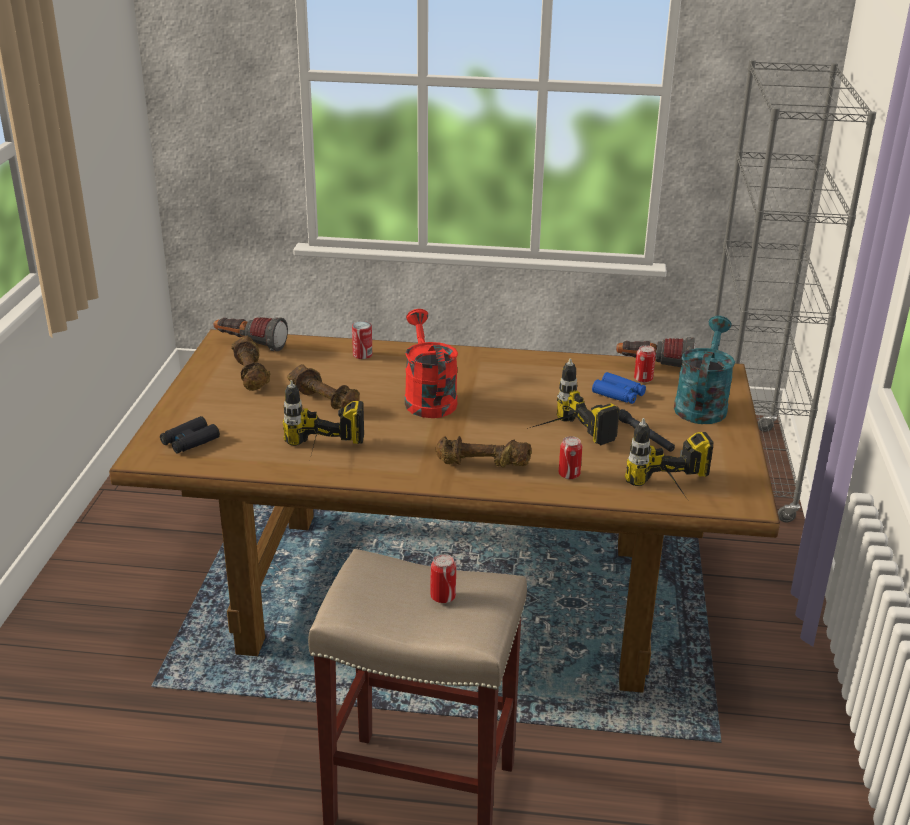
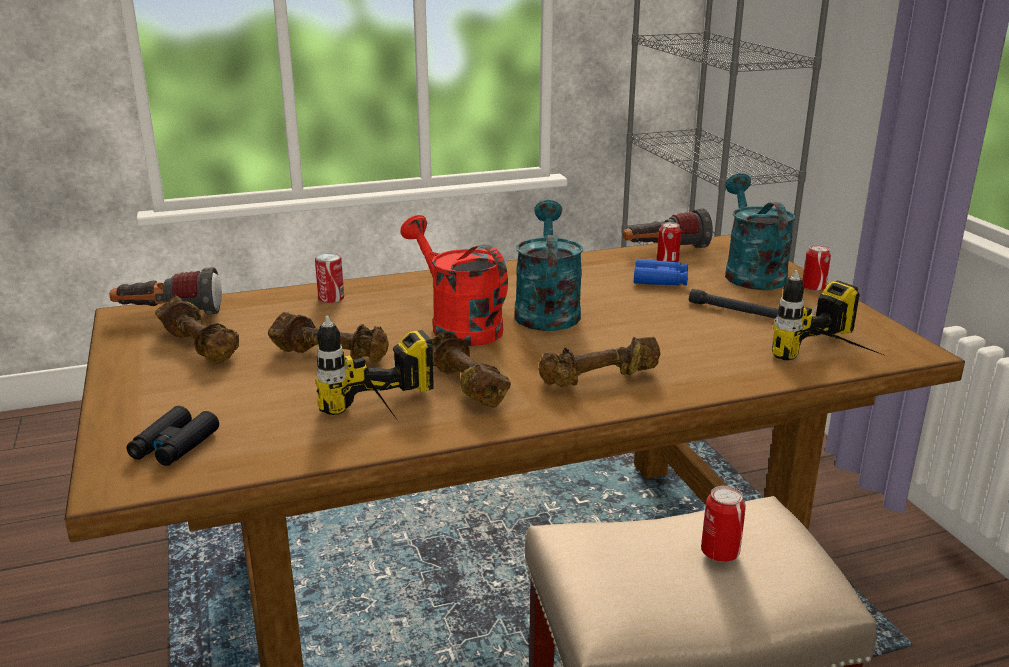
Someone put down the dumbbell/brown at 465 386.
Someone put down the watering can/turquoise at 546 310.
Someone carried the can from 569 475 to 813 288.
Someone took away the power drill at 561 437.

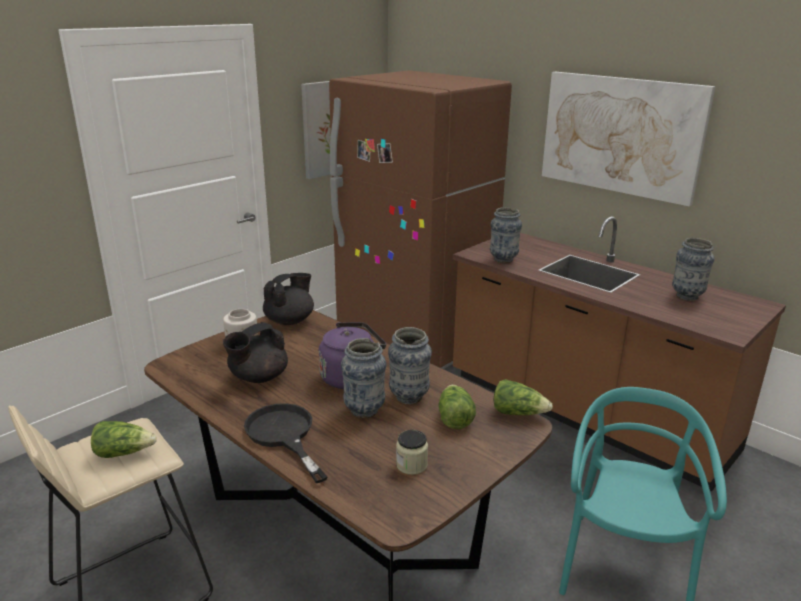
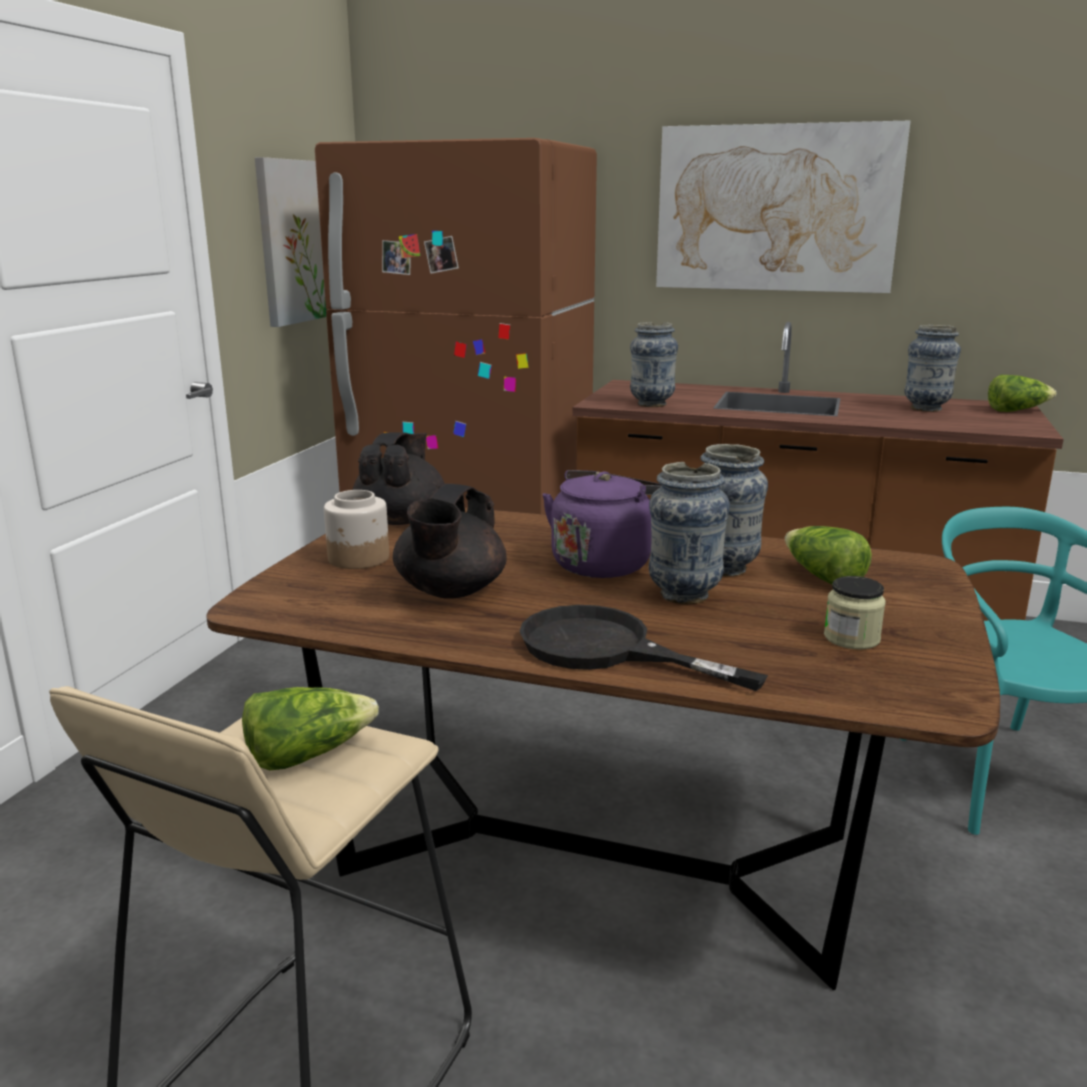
Someone carried the lettuce from 518 413 to 1016 411.

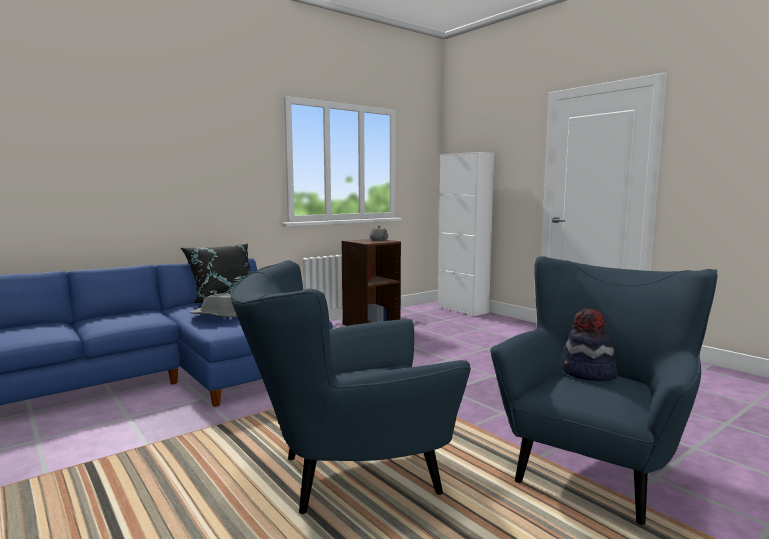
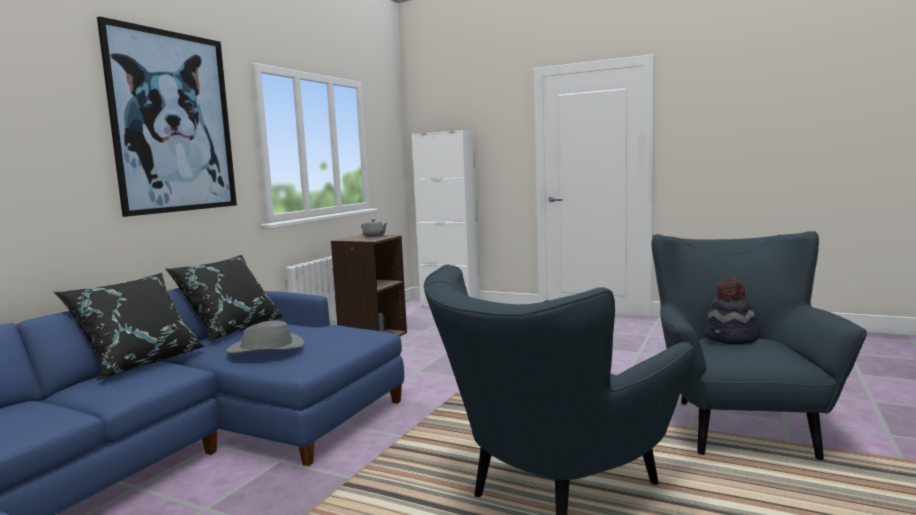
Someone put down the pillow/black at 140 363.
Someone put up the picture at 173 122.

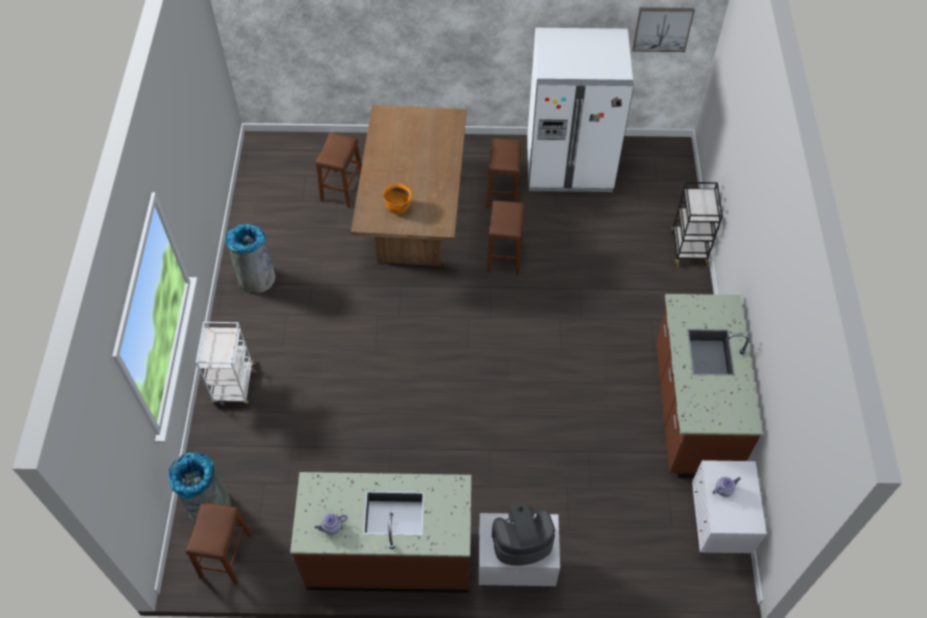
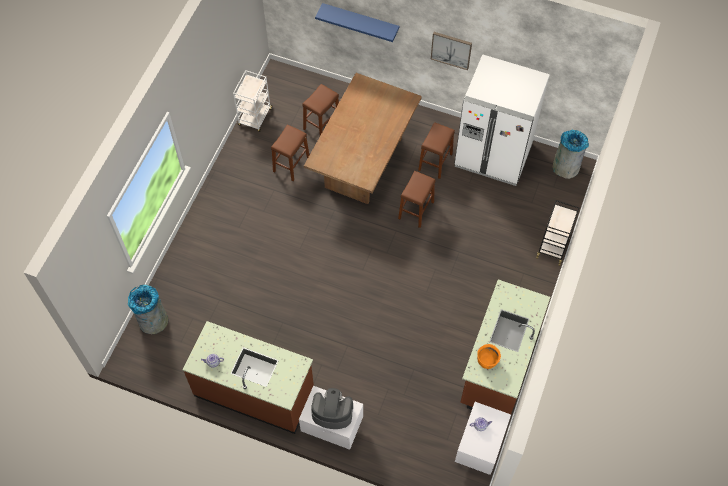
Someone carried the cart/white from 234 385 to 255 118.
Someone carried the stool/brown from 226 555 to 291 164.
Someone put up the shelf/blue at 360 20.
Someone carried the picture from 662 28 to 451 50.
Someone carried the cooking pot/orange from 398 207 to 487 361.
Someone carried the trash can/grey from 257 279 to 566 168.

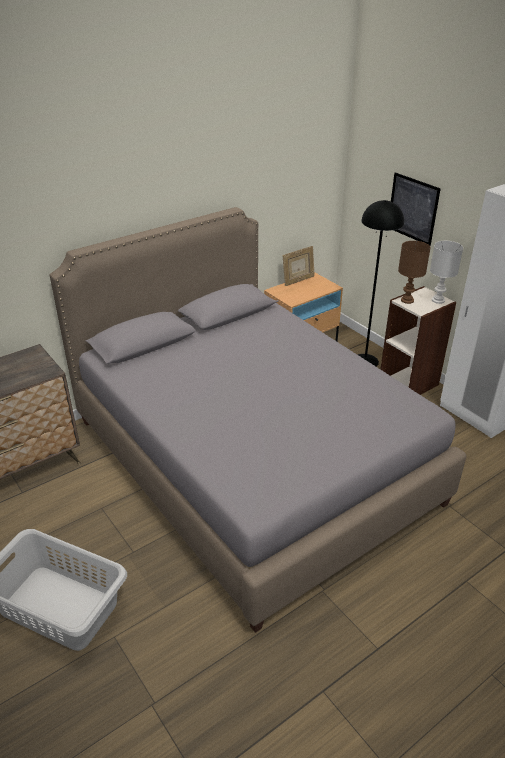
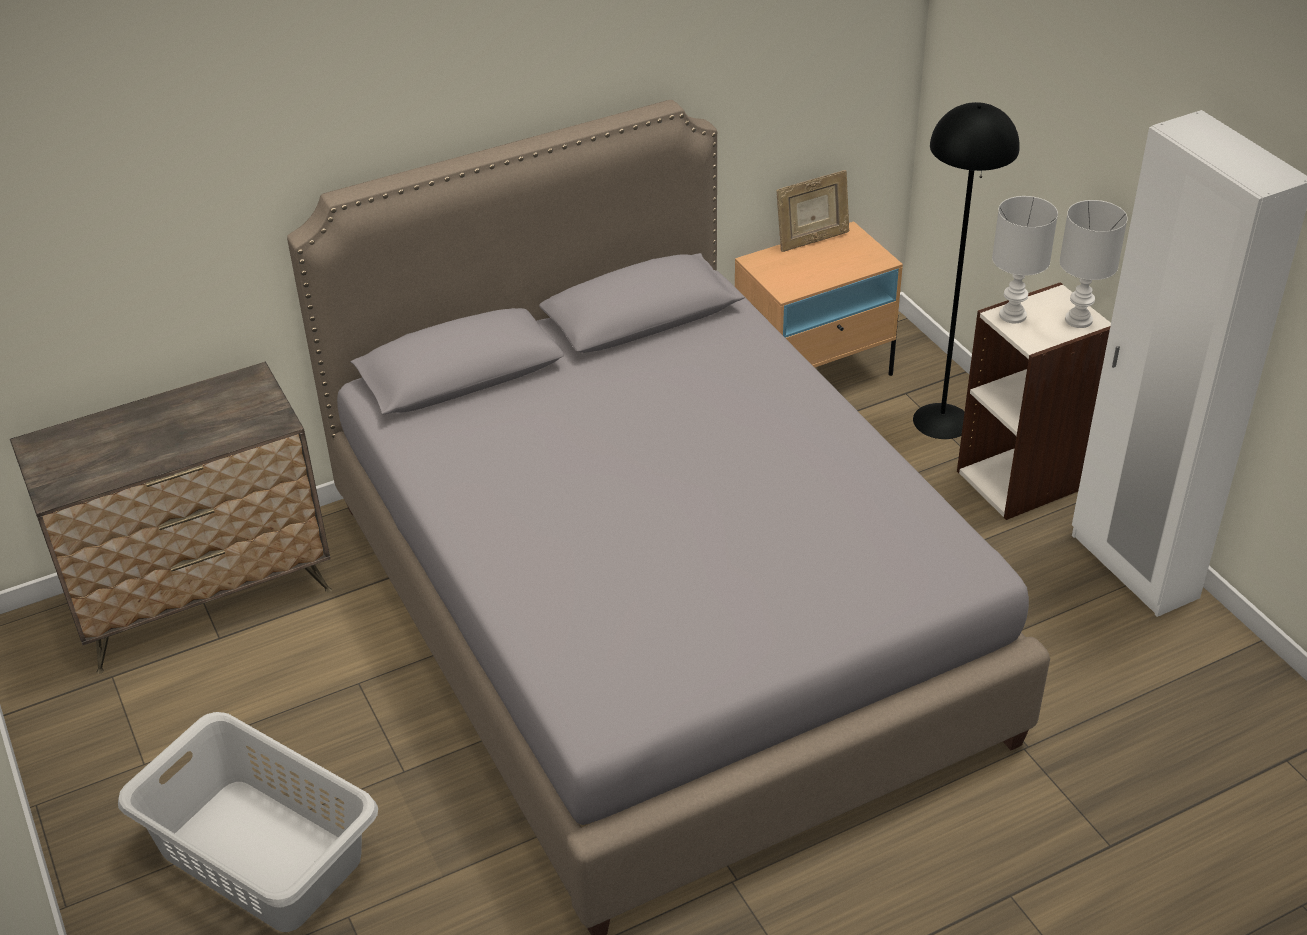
Someone repainted the table lamp/brown at 407 300, which became the table lamp/white at 1013 316.
Someone took away the picture at 413 208.

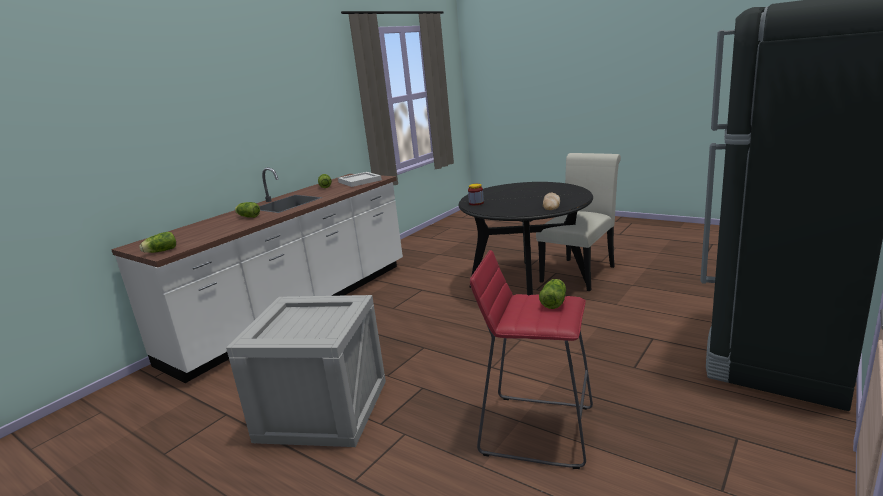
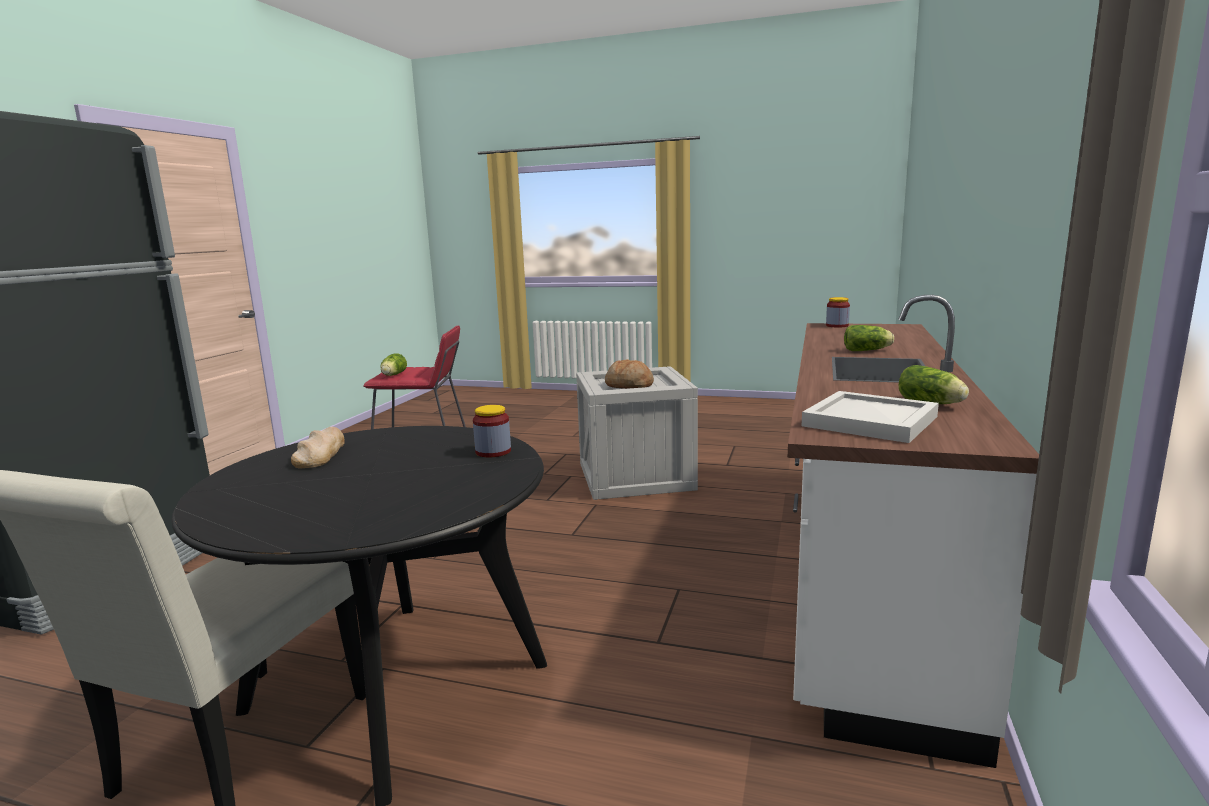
Someone put down the bread at 629 385.
Someone swapped the lettuce at 160 251 for the jar at 837 325.

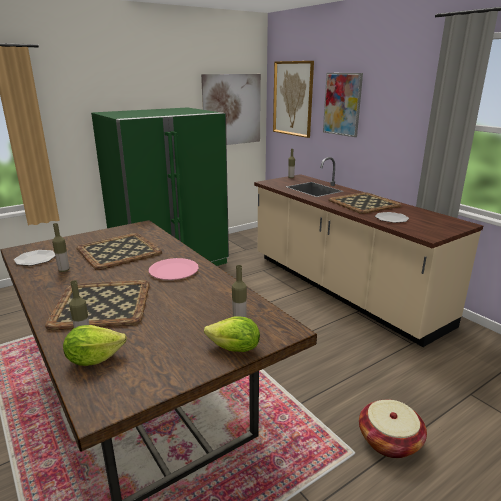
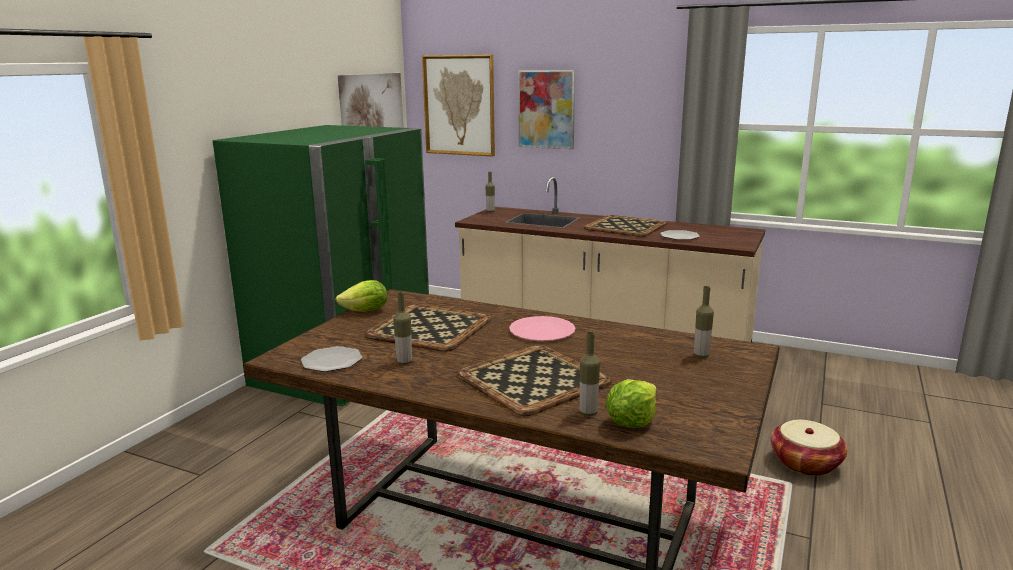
Someone carried the lettuce from 235 349 to 366 311.

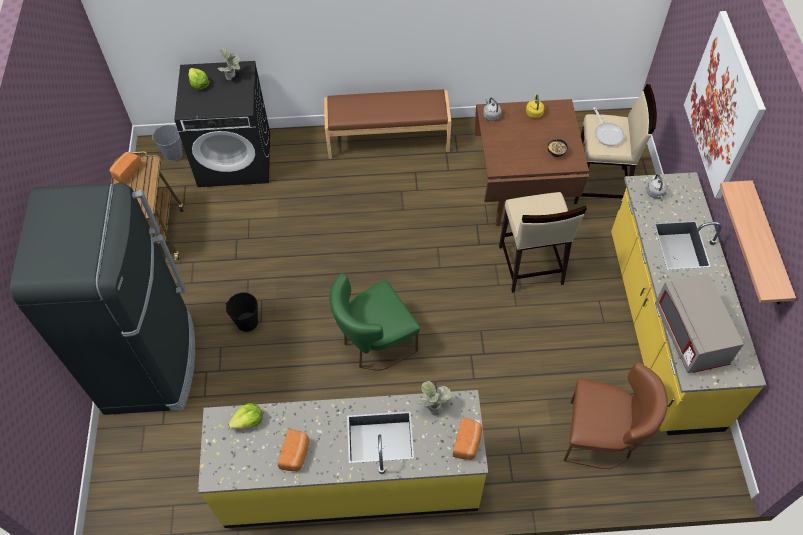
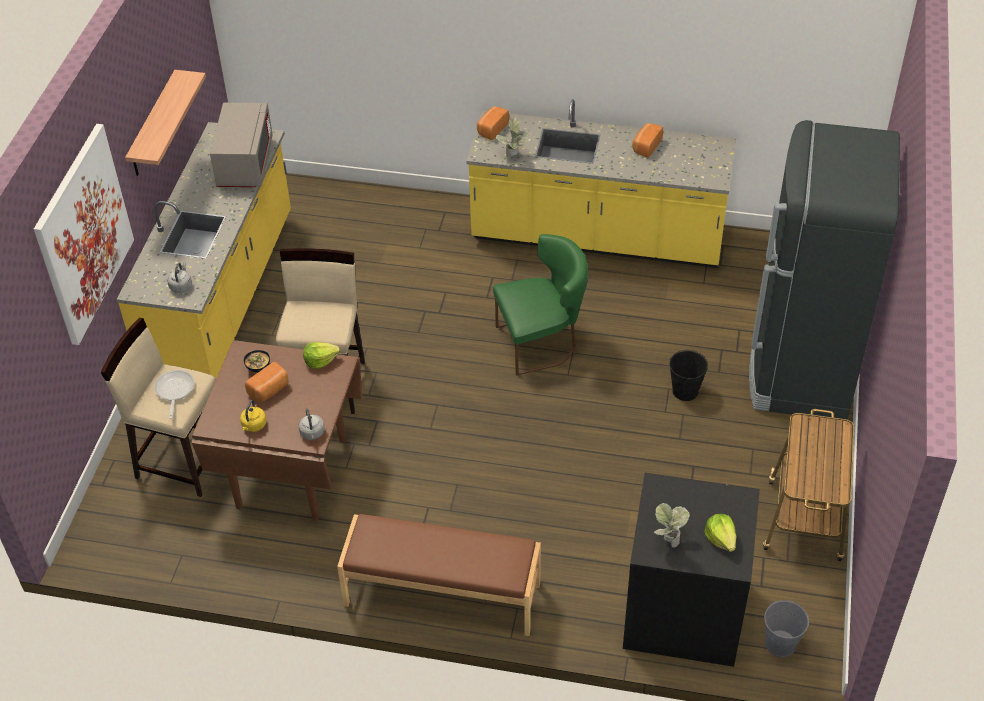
Someone carried the bread from 126 171 to 270 390.
Someone carried the lettuce from 248 421 to 320 360.
Someone took away the chair/brown at 602 437.

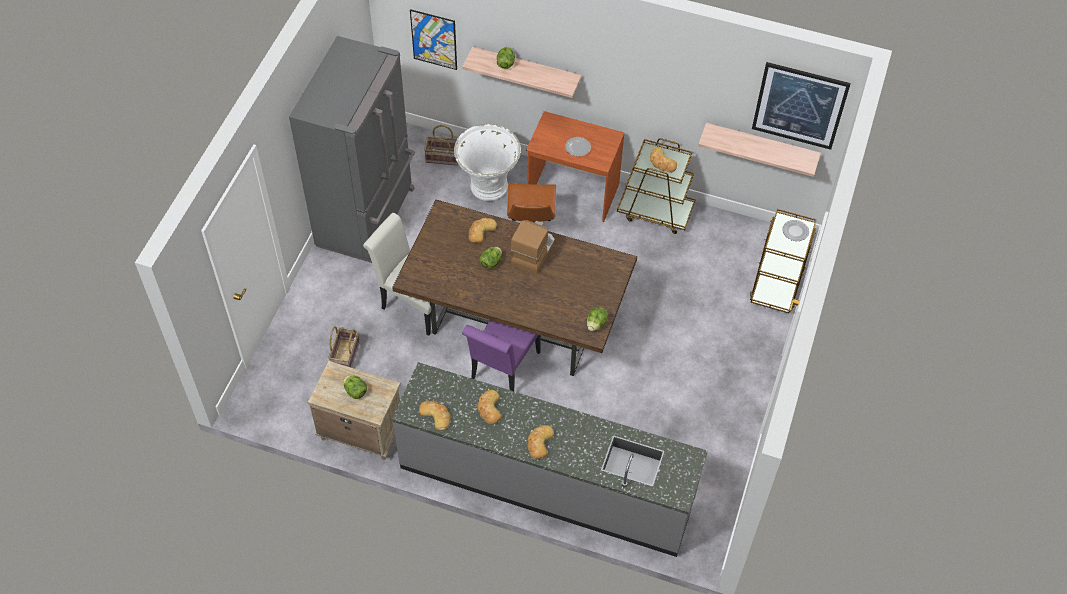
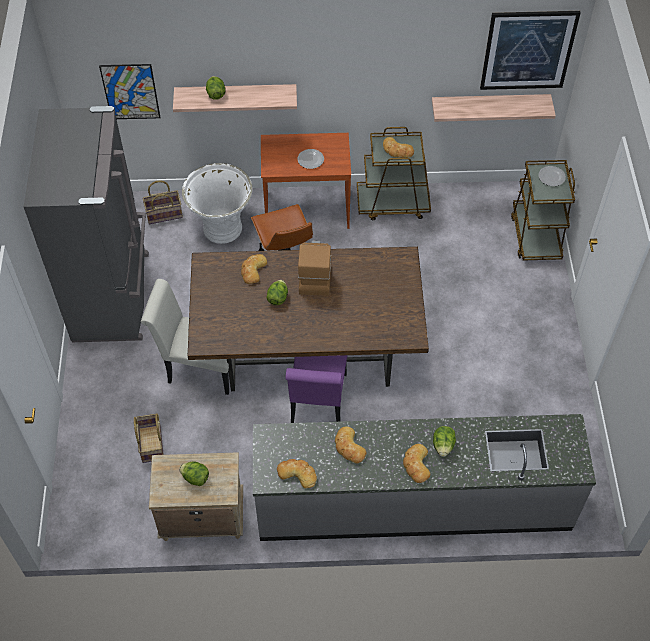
Someone carried the lettuce from 596 324 to 443 446.

